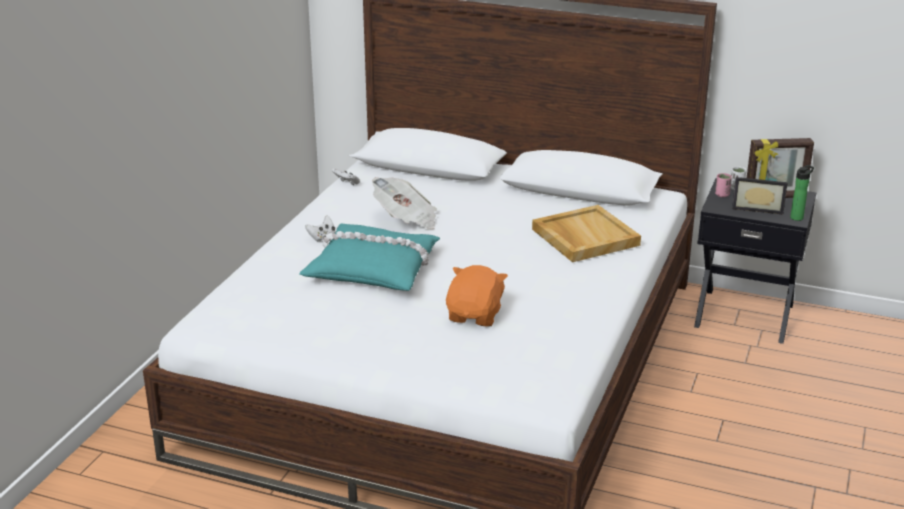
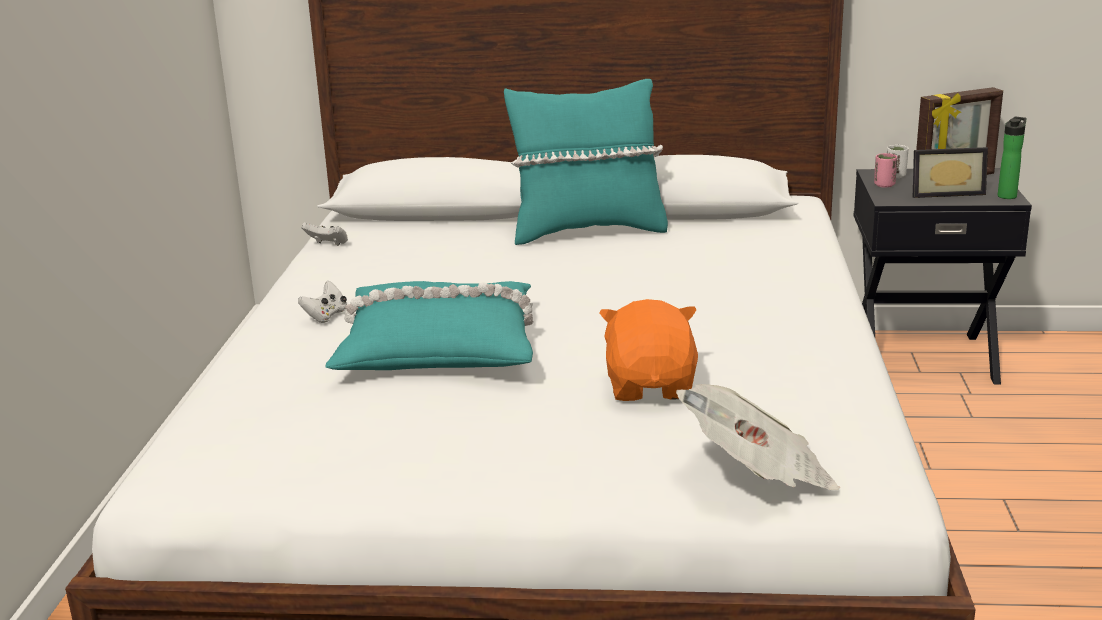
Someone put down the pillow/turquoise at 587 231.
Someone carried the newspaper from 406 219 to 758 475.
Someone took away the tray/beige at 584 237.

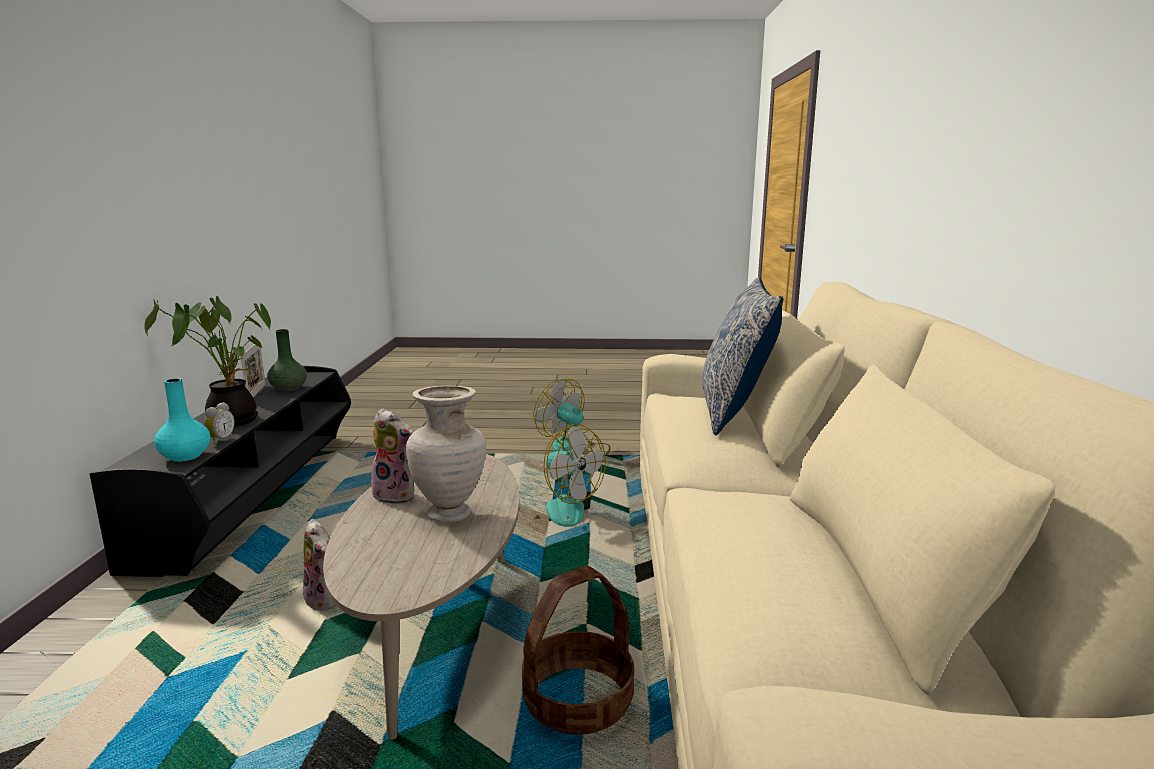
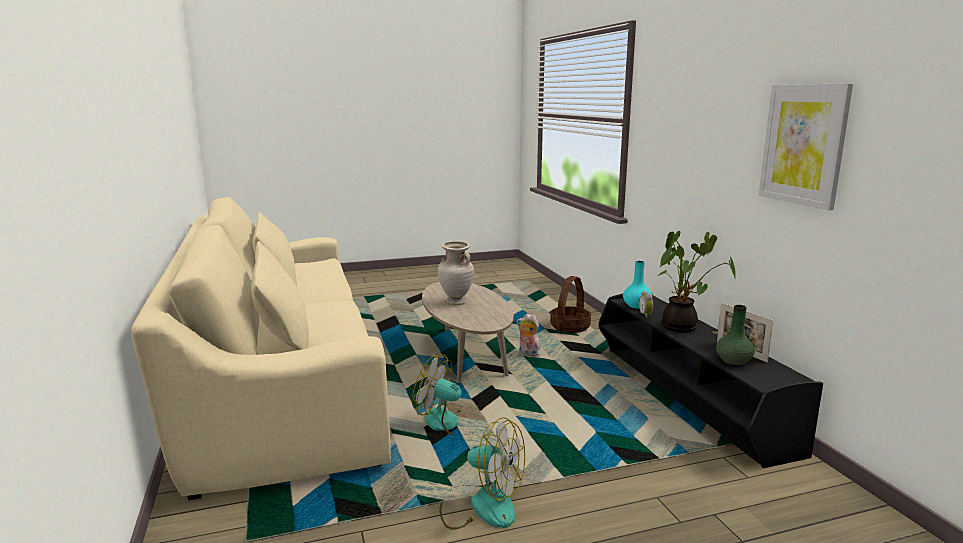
Someone carried the basket from 577 702 to 570 327.
Someone put up the picture at 803 144.
Someone took away the plush toy at 397 495.
Someone took away the pillow at 734 413.

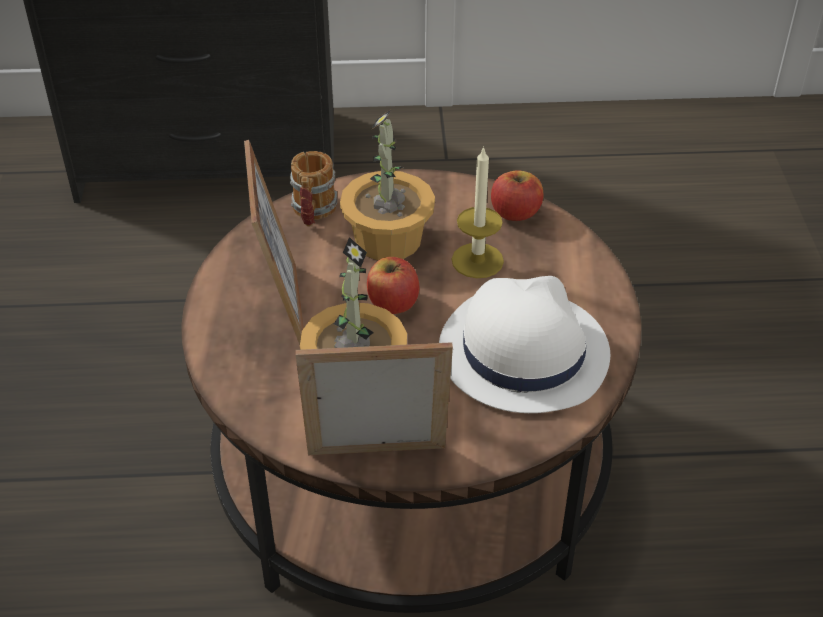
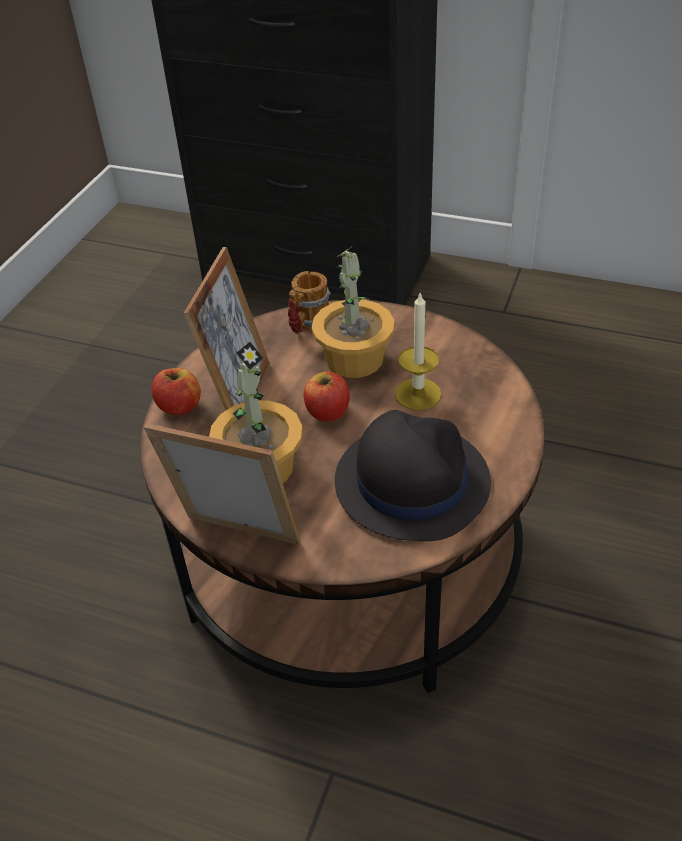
Someone carried the apple from 515 212 to 179 406.
Someone repainted the hat/white at 522 351, which became the hat/black at 411 481.

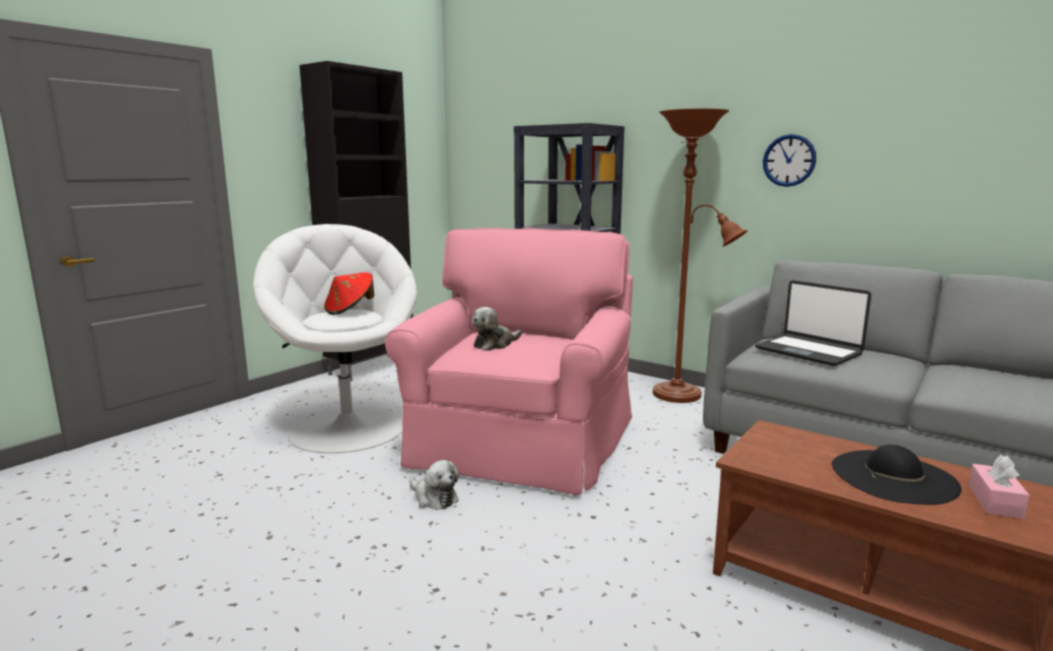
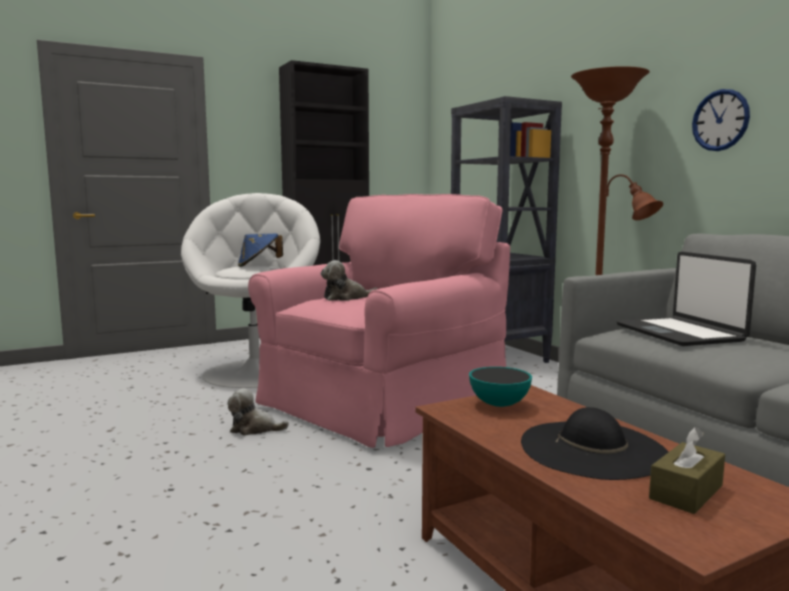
Someone rotated the plush toy at 434 498 by 120 degrees clockwise.
Someone repainted the hat/red at 350 310, which became the hat/blue at 259 265.
Someone put down the bowl at 499 405.
Someone repainted the tissue box/pink at 994 501, which became the tissue box/brown at 686 492.

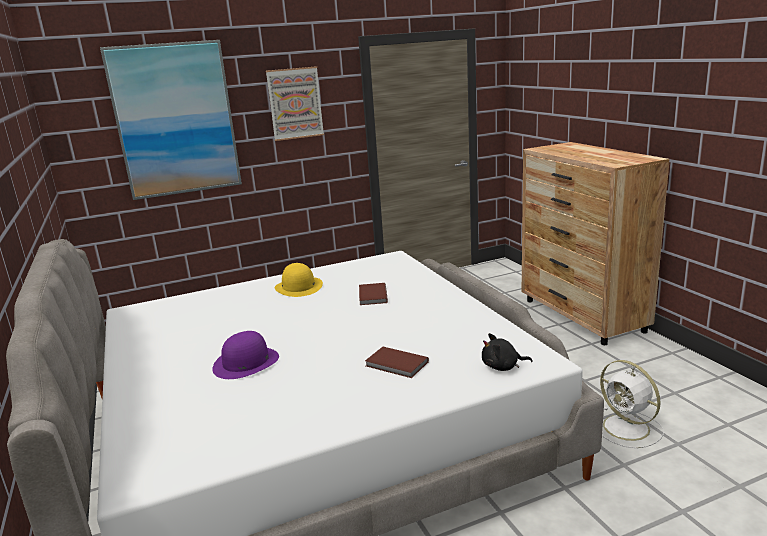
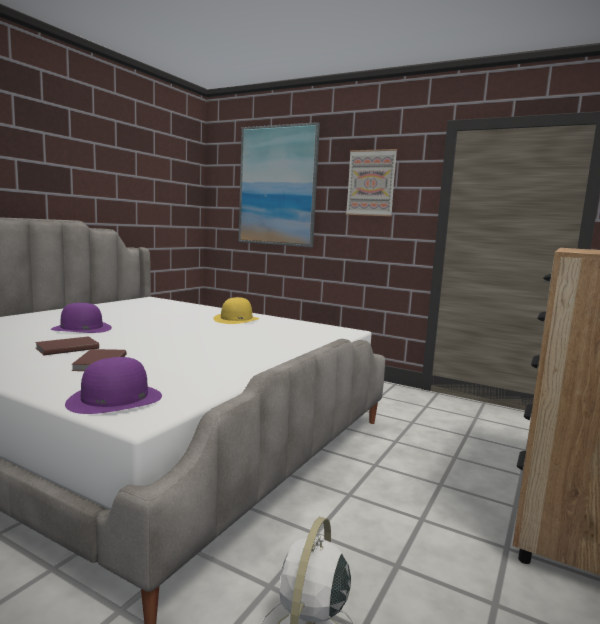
Someone carried the book/brown from 372 296 to 66 348.
Someone swapped the plush toy/black at 502 367 for the hat/purple at 115 399.

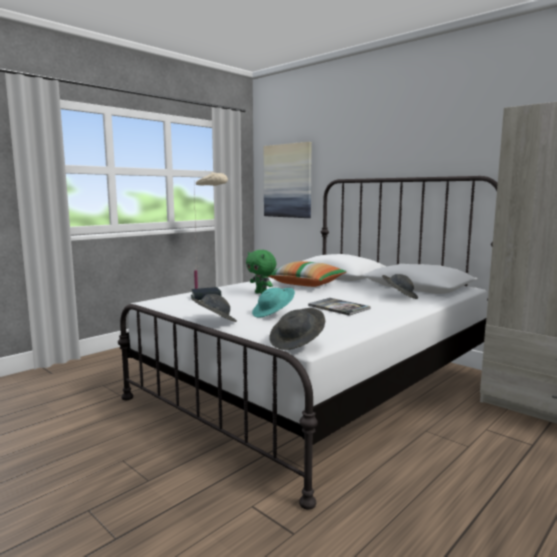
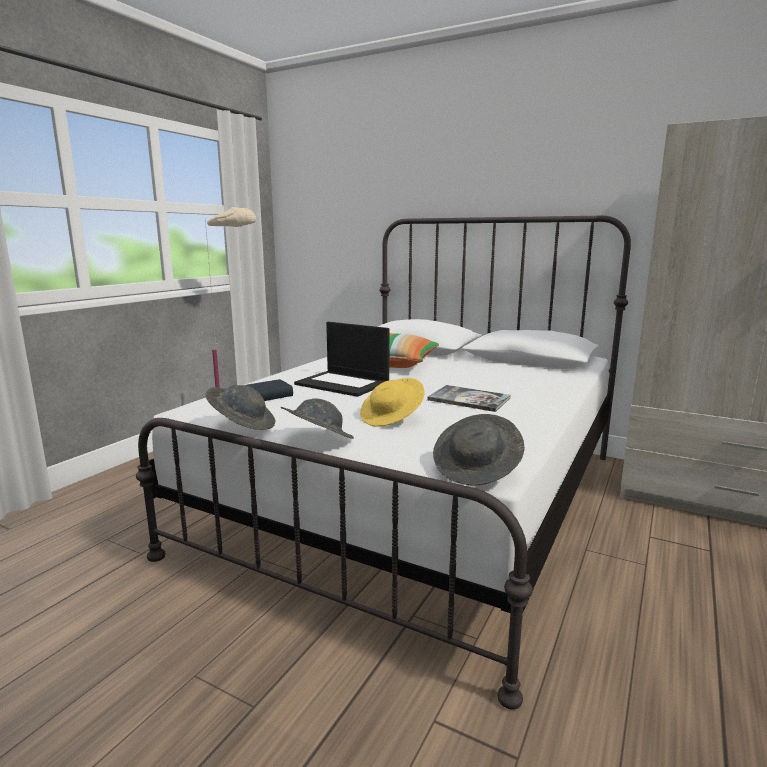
Someone carried the hat/grey from 399 297 to 243 425.
Someone swapped the plush toy/green at 261 293 for the laptop at 343 384.
Someone repainted the hat/turquoise at 273 314, which became the hat/yellow at 392 418.
Someone took away the picture at 288 181.

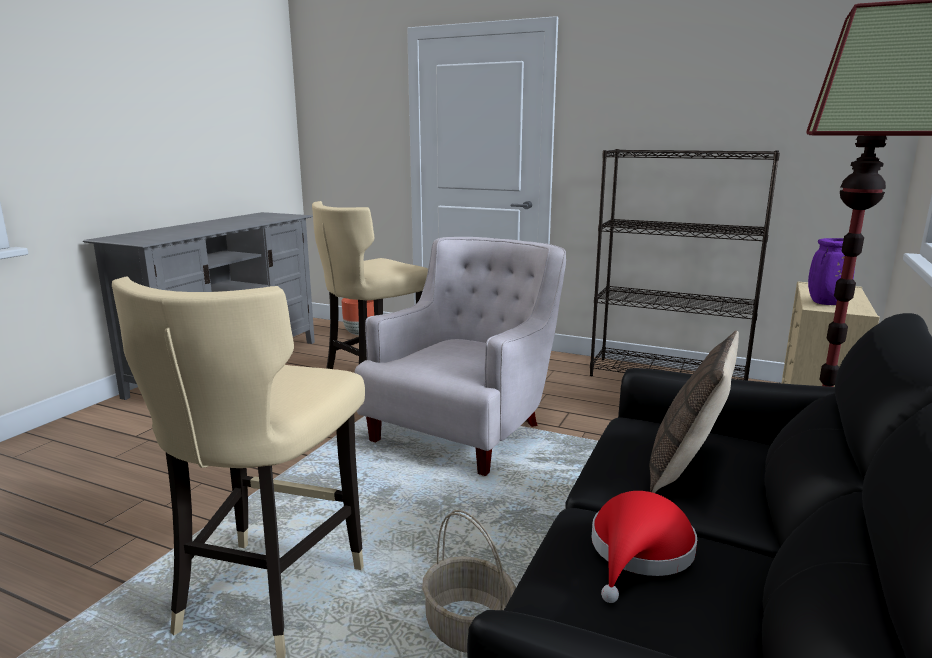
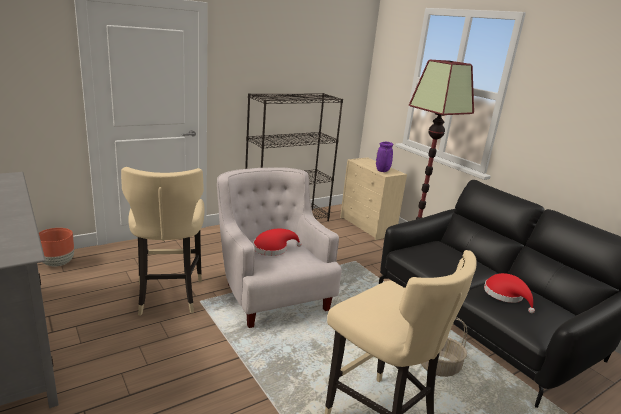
Someone put down the hat/red at 273 248.
Someone took away the pillow at 687 467.

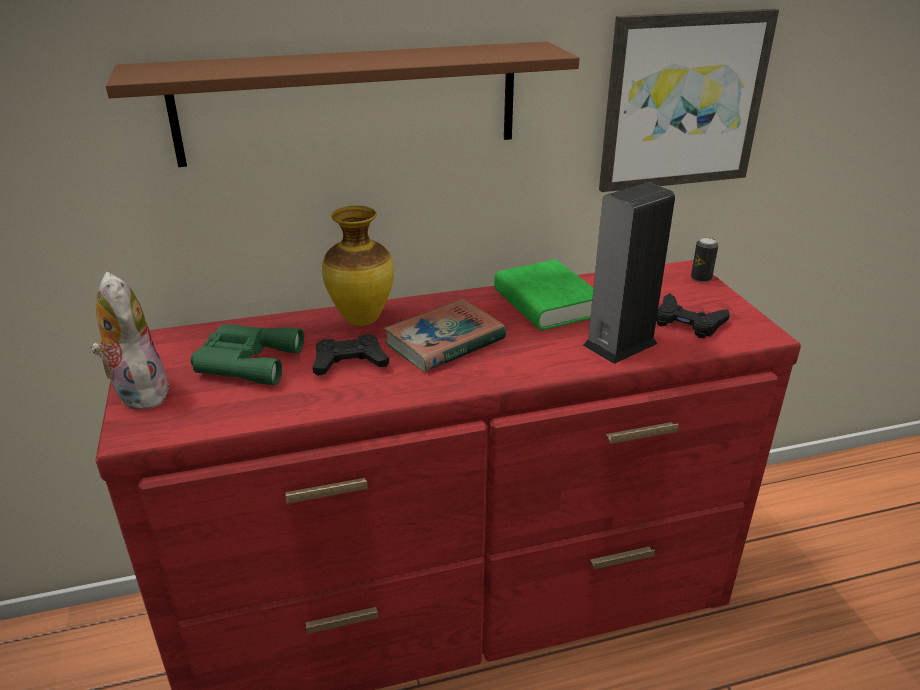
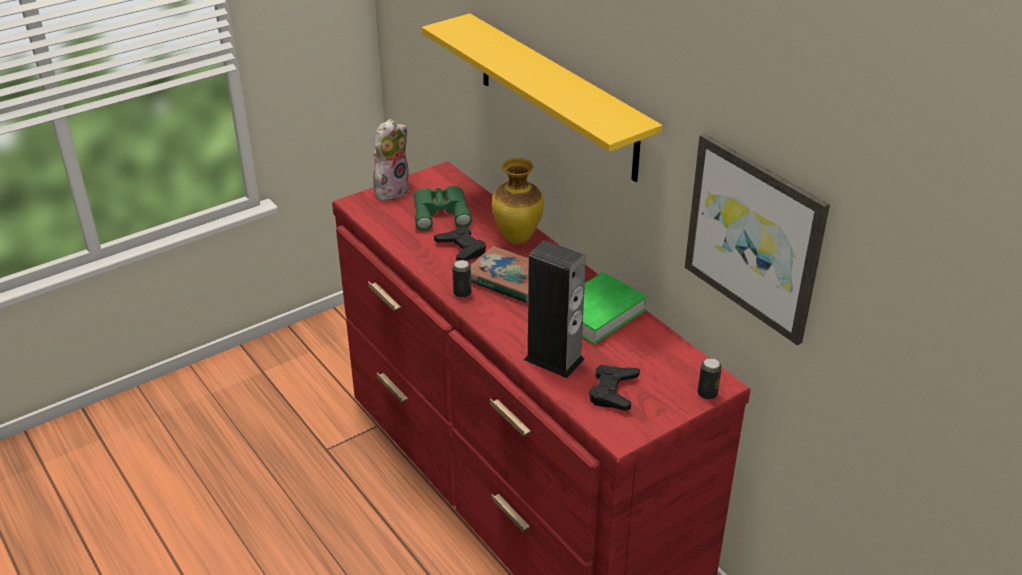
Someone repainted the shelf/brown at 349 103, which became the shelf/yellow at 556 97.
Someone put down the can at 462 293.

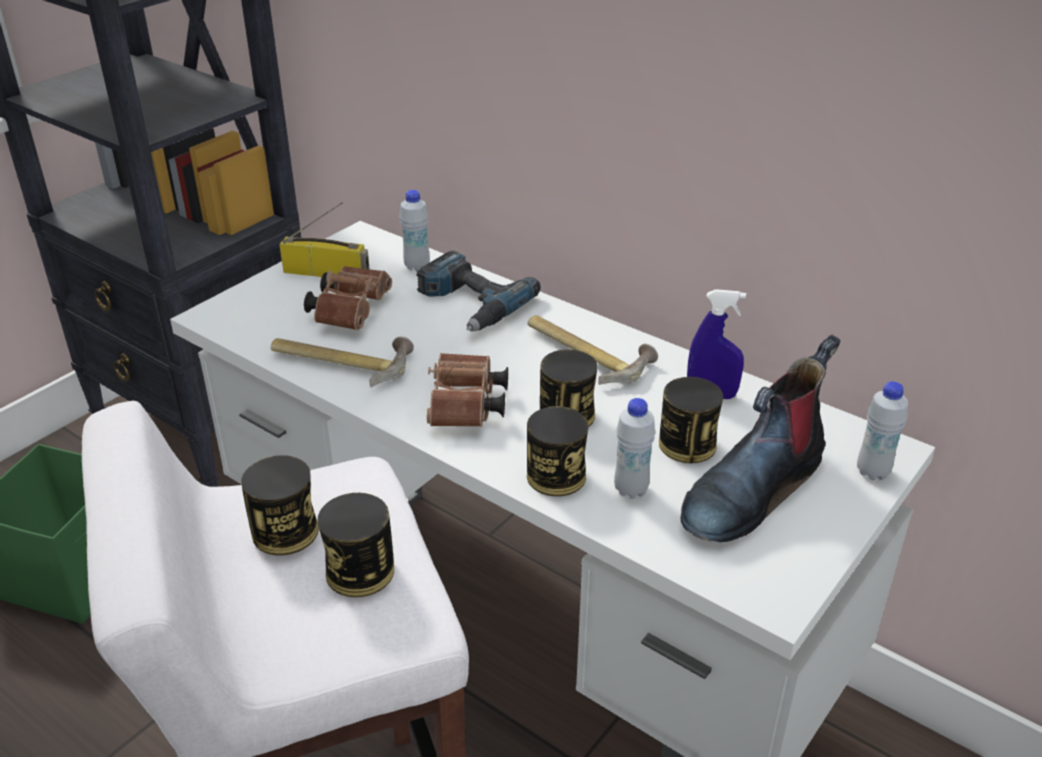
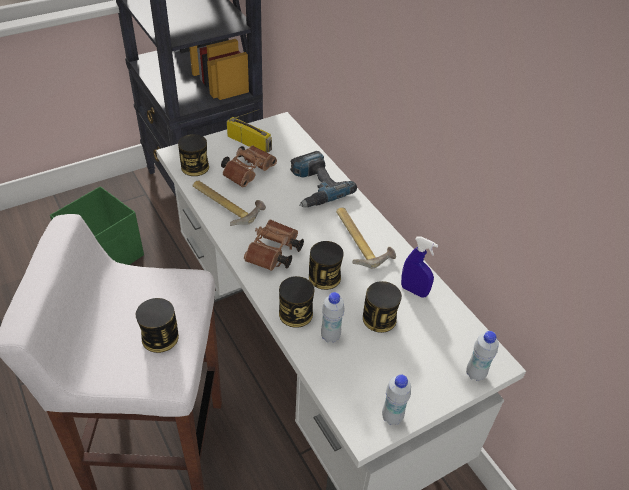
Someone carried the can from 285 531 to 195 167.
Someone carried the bottle/white from 417 266 to 392 417.
Someone took away the boot at 752 489.

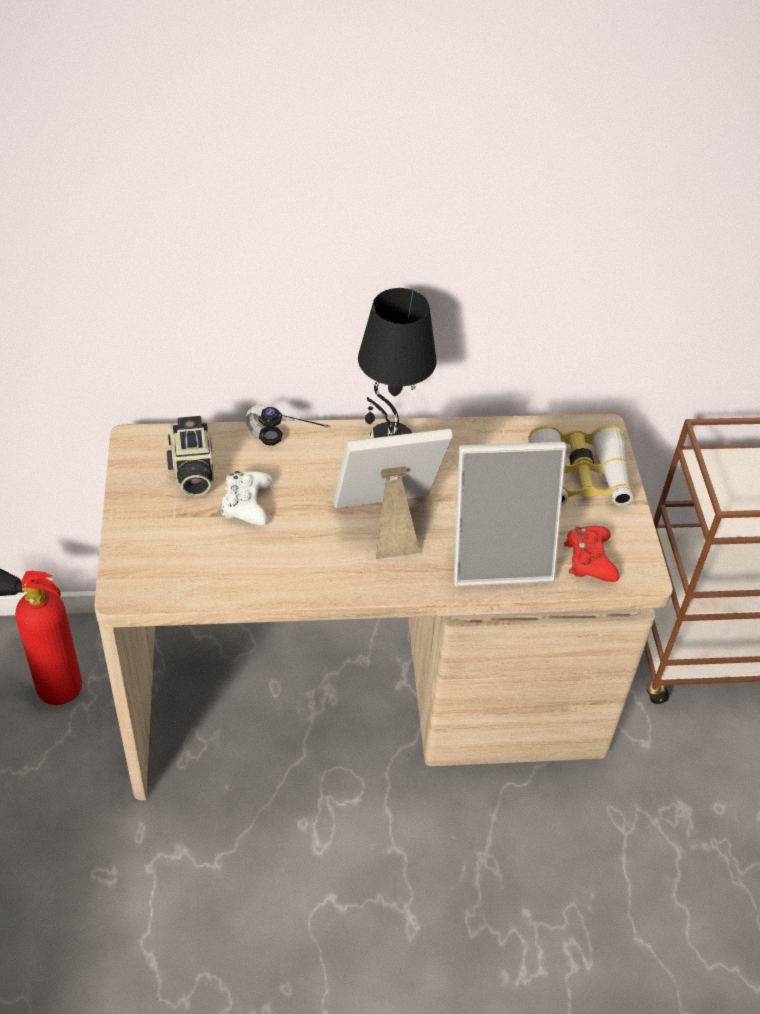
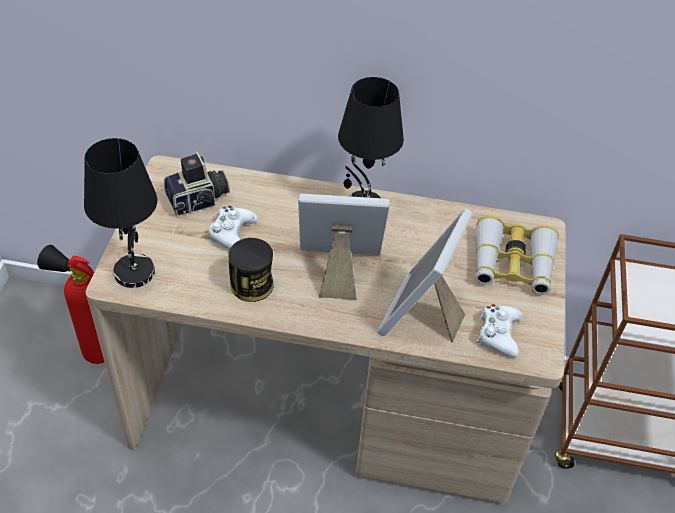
Someone put down the table lamp/black at 134 271.
Someone rotated the photo camera at 192 472 by 120 degrees counterclockwise.
Someone put down the can at 252 285.
Someone rotated the picture frame at 499 556 by 105 degrees clockwise.
Someone repainted the game controller/red at 589 559, which became the game controller/white at 498 334.
Someone took away the headphones at 280 450.

